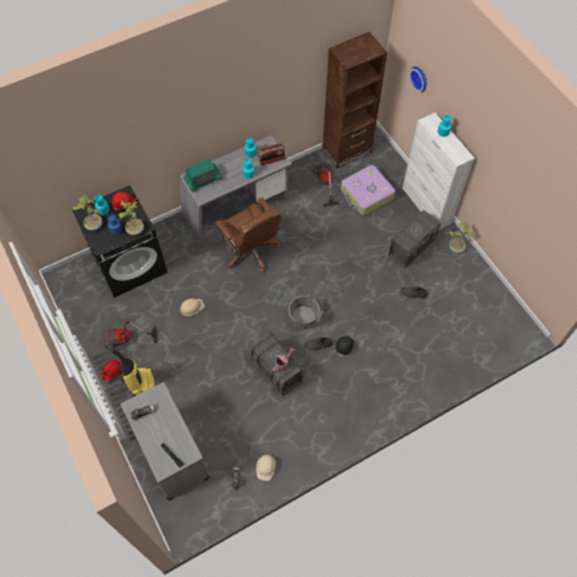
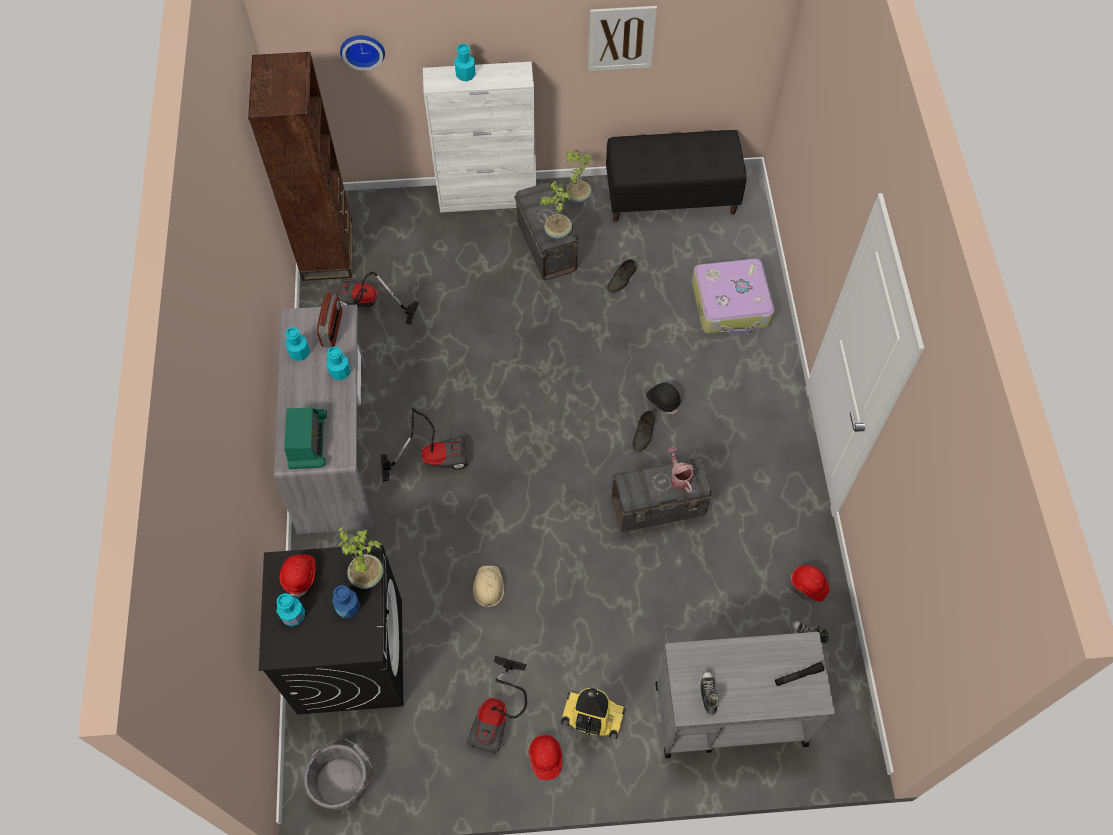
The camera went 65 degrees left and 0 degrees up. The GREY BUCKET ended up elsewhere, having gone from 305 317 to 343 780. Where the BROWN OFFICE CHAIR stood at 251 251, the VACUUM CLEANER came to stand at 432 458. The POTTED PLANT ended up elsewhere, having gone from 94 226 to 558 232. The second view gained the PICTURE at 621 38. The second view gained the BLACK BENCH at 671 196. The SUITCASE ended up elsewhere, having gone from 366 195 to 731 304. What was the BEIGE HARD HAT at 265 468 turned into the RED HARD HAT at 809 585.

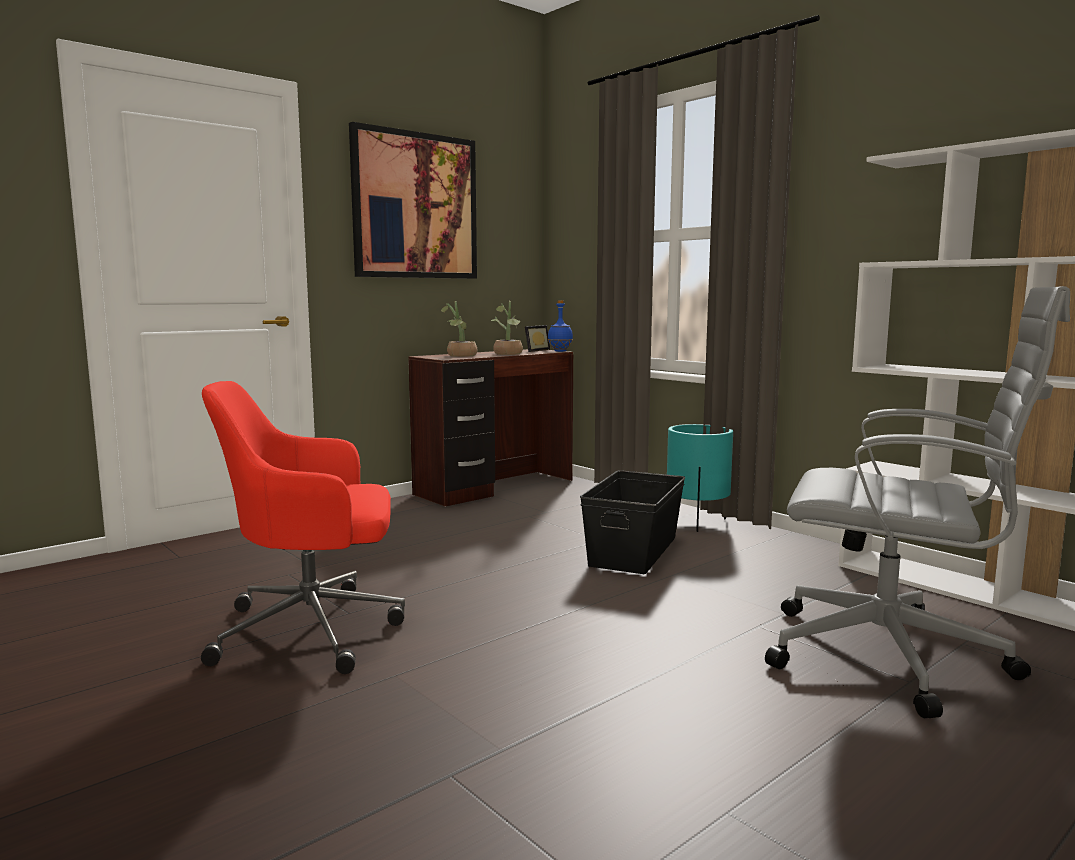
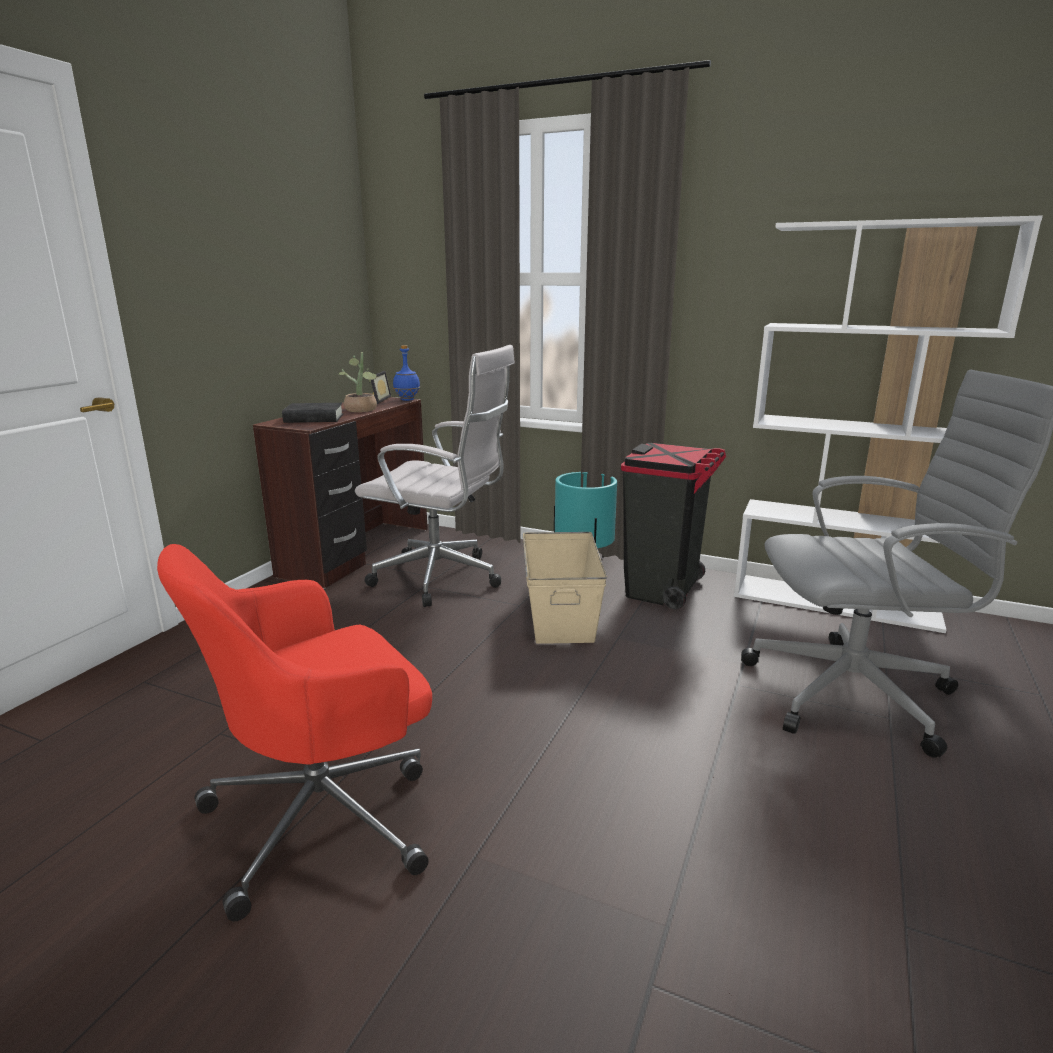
The camera went 25 degrees left and 10 degrees up. Where the POTTED PLANT stood at 459 355, the BLACK BOOK came to stand at 314 418. The second view gained the WHITE OFFICE CHAIR at 443 579. What was the BLACK STORAGE BOX at 634 551 turned into the BEIGE STORAGE BOX at 561 613. The second view gained the BLACK TRASH CAN at 663 589. The second view lost the PICTURE at 415 206.

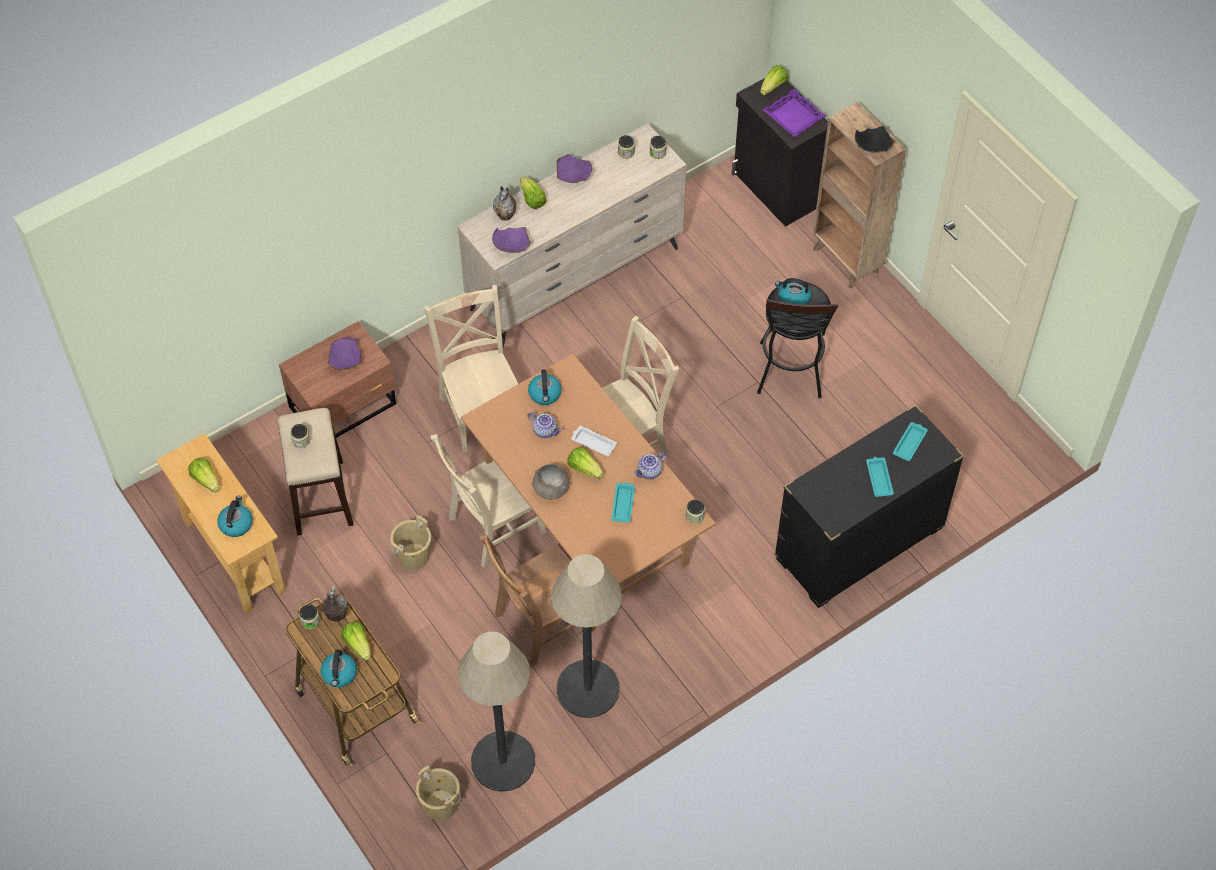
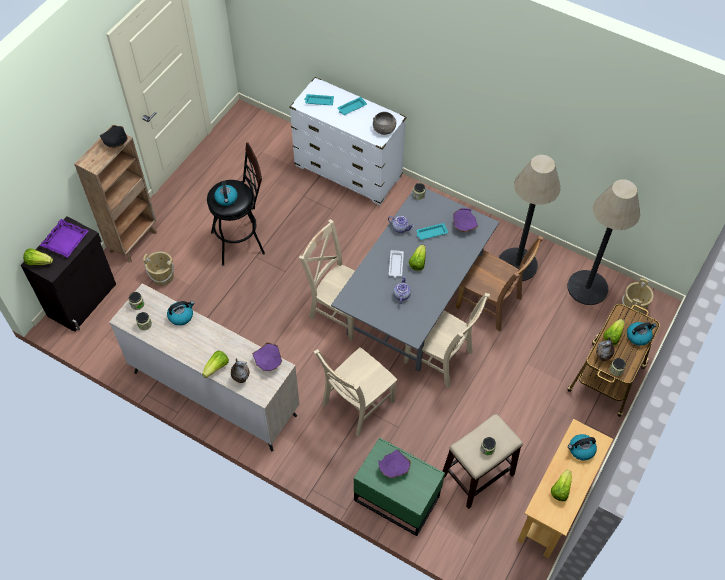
The camera went 115 degrees left and 0 degrees up. The BEIGE BUCKET ended up elsewhere, having gone from 413 556 to 163 276. The KETTLE ended up elsewhere, having gone from 545 394 to 181 316. What was the BLACK DRESSER at 859 544 turned into the WHITE DRESSER at 348 171. What was the BROWN DINING TABLE at 589 530 turned into the GREY DINING TABLE at 413 305. What was the BROWN NIGHTSTAND at 345 406 turned into the GREEN NIGHTSTAND at 396 496. The GREY BOWL ended up elsewhere, having gone from 551 489 to 384 129. The PURPLE BOWL ended up elsewhere, having gone from 573 176 to 463 225.

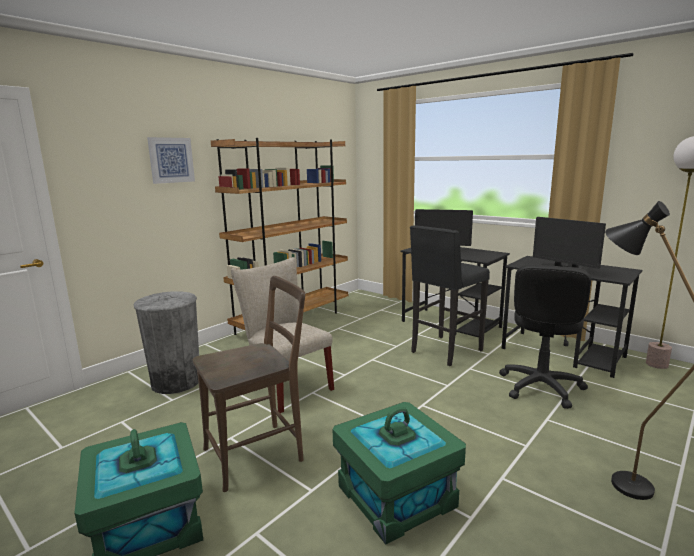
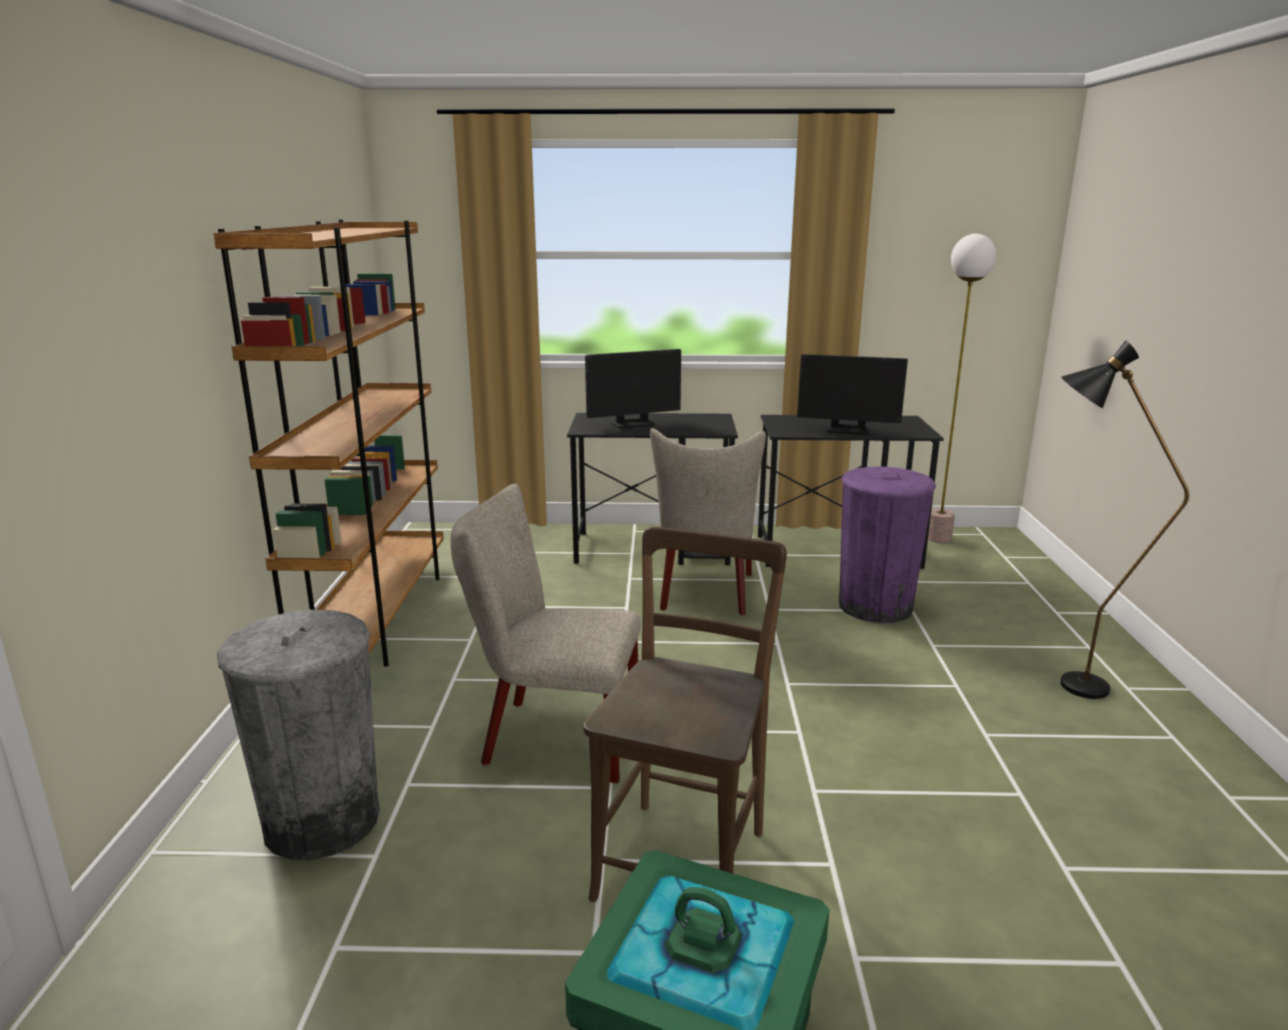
The camera went 40 degrees left and 5 degrees up. Where the BLACK STOOL stood at 445 351, the BEIGE CHAIR came to stand at 705 594. Where the BLACK OFFICE CHAIR stood at 540 387, the PURPLE TRASH CAN came to stand at 875 606. The second view lost the PICTURE at 171 160. The second view lost the GREEN STORAGE BOX at 396 496.

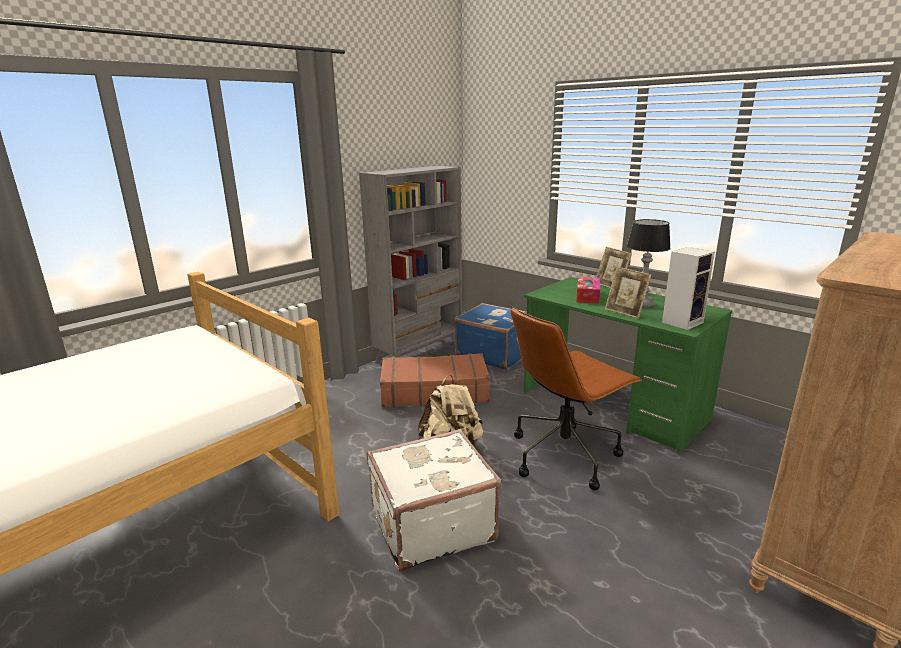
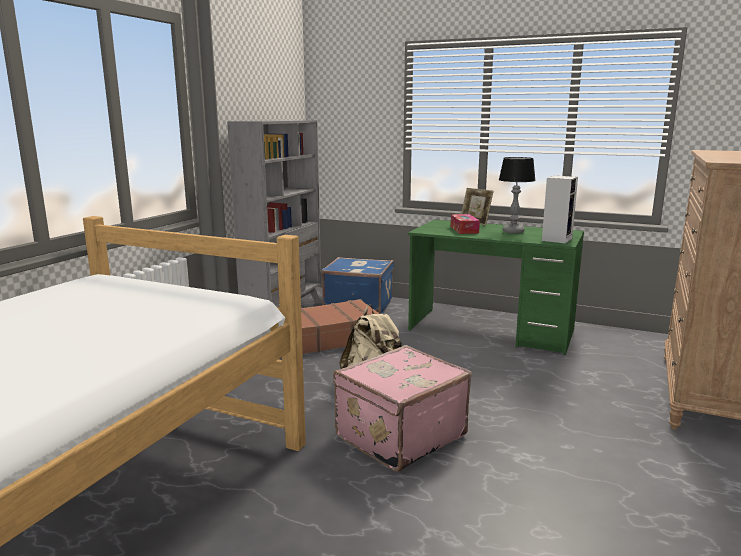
The camera went 20 degrees left and 5 degrees down. What was the WHITE SUITCASE at 431 524 turned into the PINK SUITCASE at 398 435. The second view lost the BROWN OFFICE CHAIR at 565 454. The second view lost the PICTURE FRAME at 625 312.

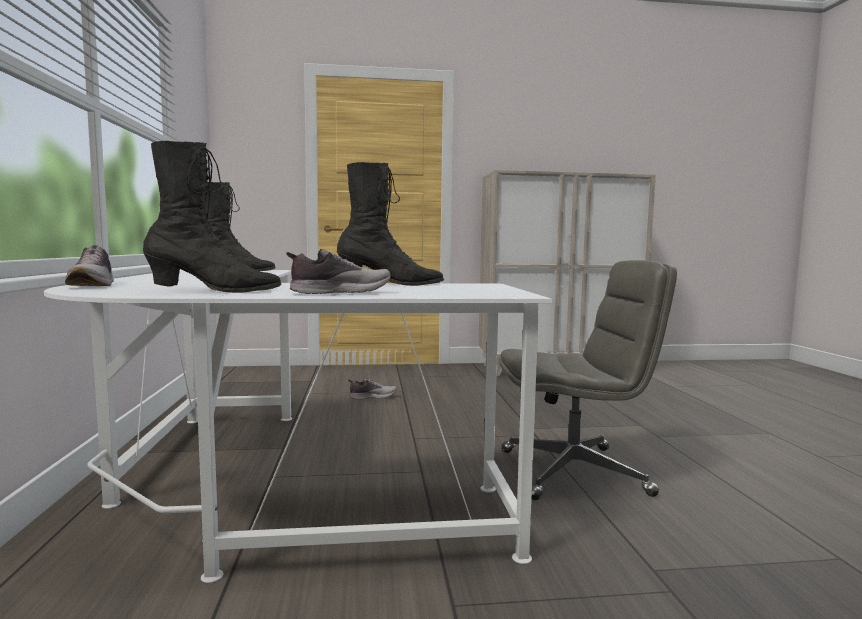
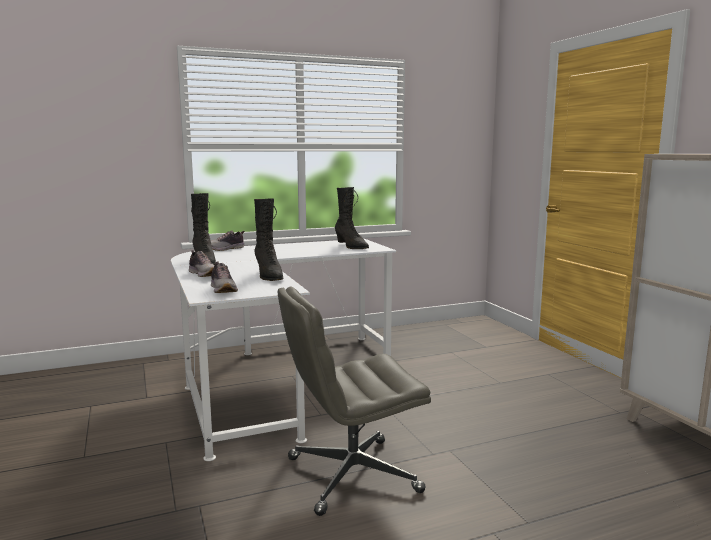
The camera went 75 degrees right and 5 degrees up. The SHOE ended up elsewhere, having gone from 372 397 to 223 289. The GREY OFFICE CHAIR at 574 472 ended up facing another way, 90 degrees clockwise from before.

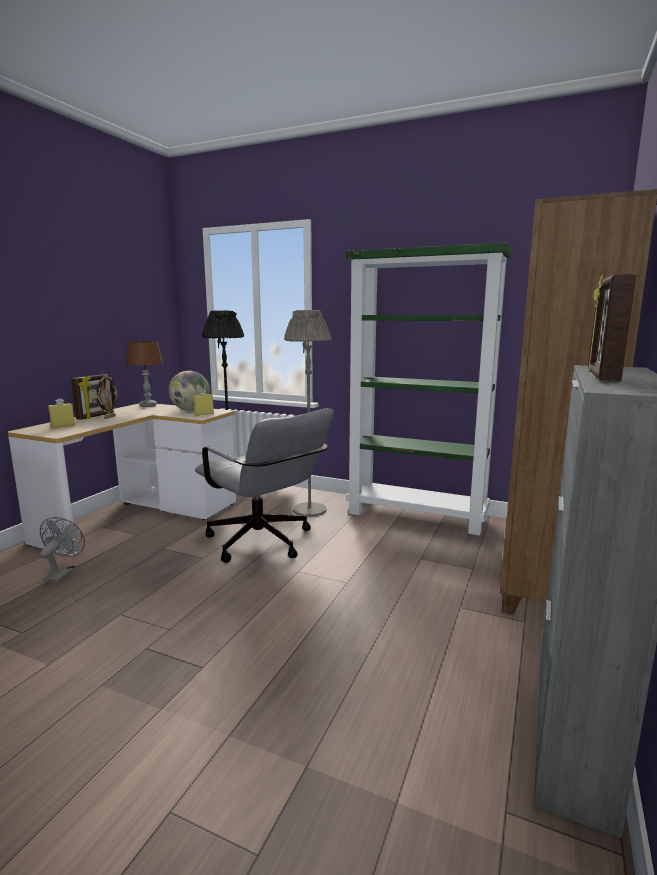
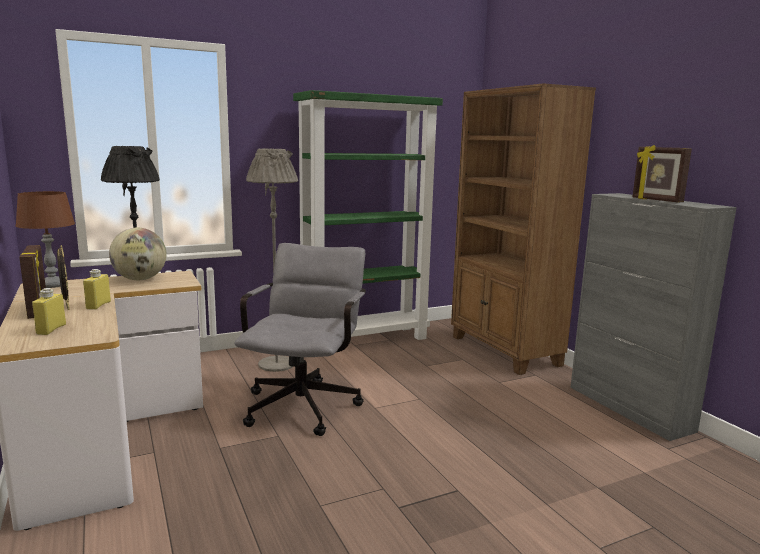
The camera went 50 degrees left and 0 degrees up. The YELLOW BOTTLE ended up elsewhere, having gone from 204 414 to 98 305. The GREY OFFICE CHAIR at 265 544 ended up facing another way, 75 degrees counterclockwise from before. The second view lost the GREY FAN at 62 573.

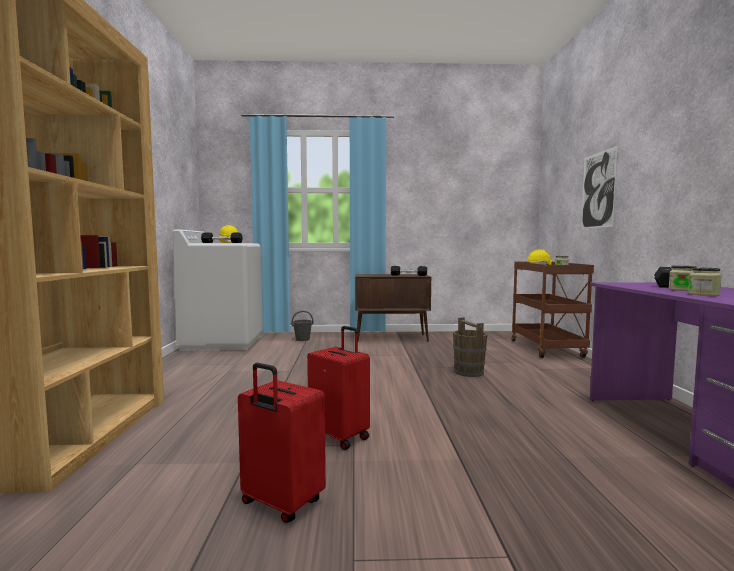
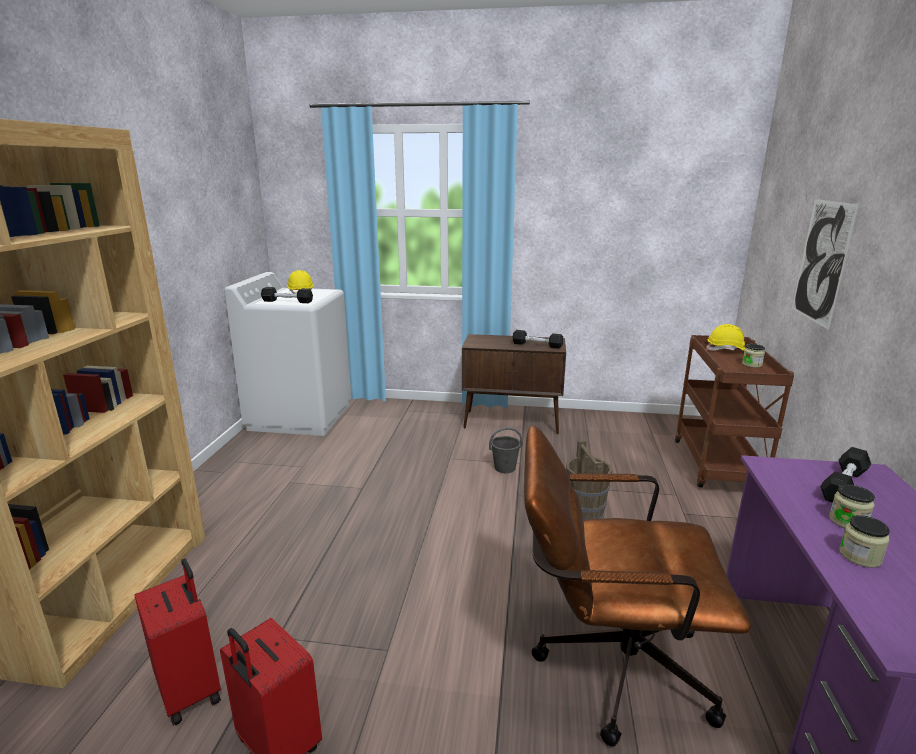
The camera went 10 degrees right and 15 degrees up. The RED SUITCASE ended up elsewhere, having gone from 340 436 to 191 690. The GREY BUCKET ended up elsewhere, having gone from 303 339 to 505 468. The second view gained the BROWN OFFICE CHAIR at 608 664.

